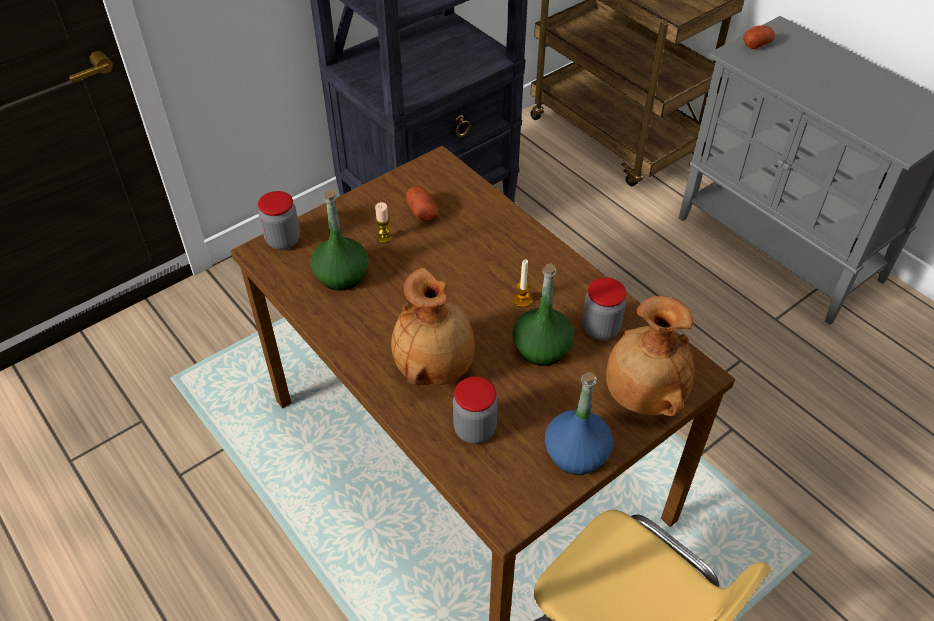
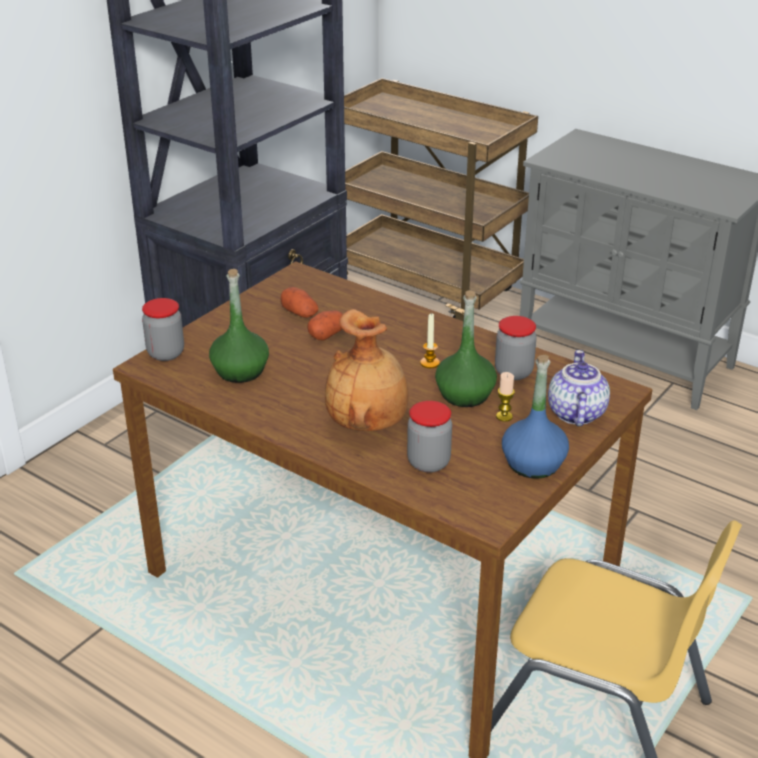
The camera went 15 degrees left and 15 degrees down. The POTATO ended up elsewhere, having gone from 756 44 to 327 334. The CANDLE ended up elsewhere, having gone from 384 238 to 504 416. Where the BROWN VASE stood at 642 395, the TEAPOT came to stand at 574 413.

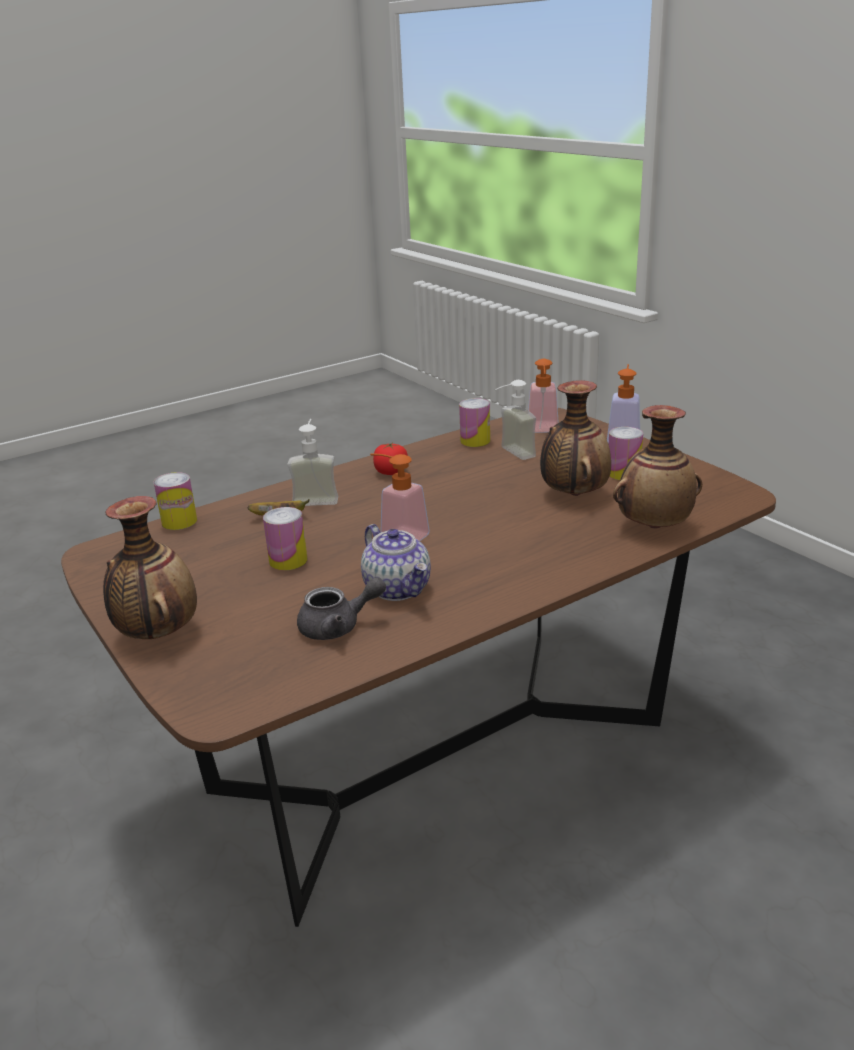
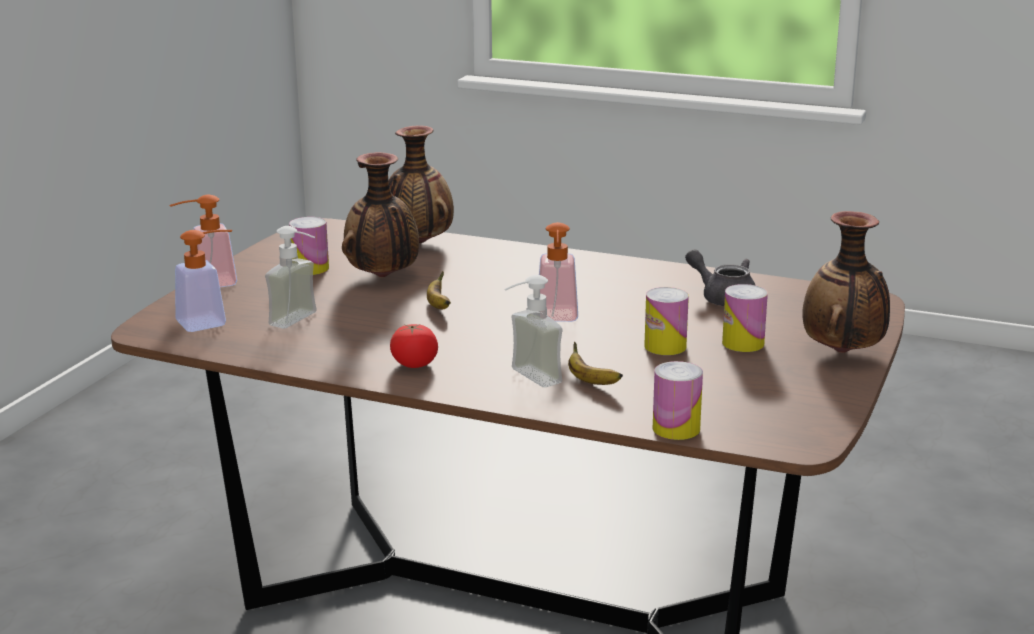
The camera went 125 degrees left and 5 degrees down. The second view gained the BANANA at 438 305. The CAN ended up elsewhere, having gone from 475 441 to 743 343. The second view lost the TEAPOT at 398 589.

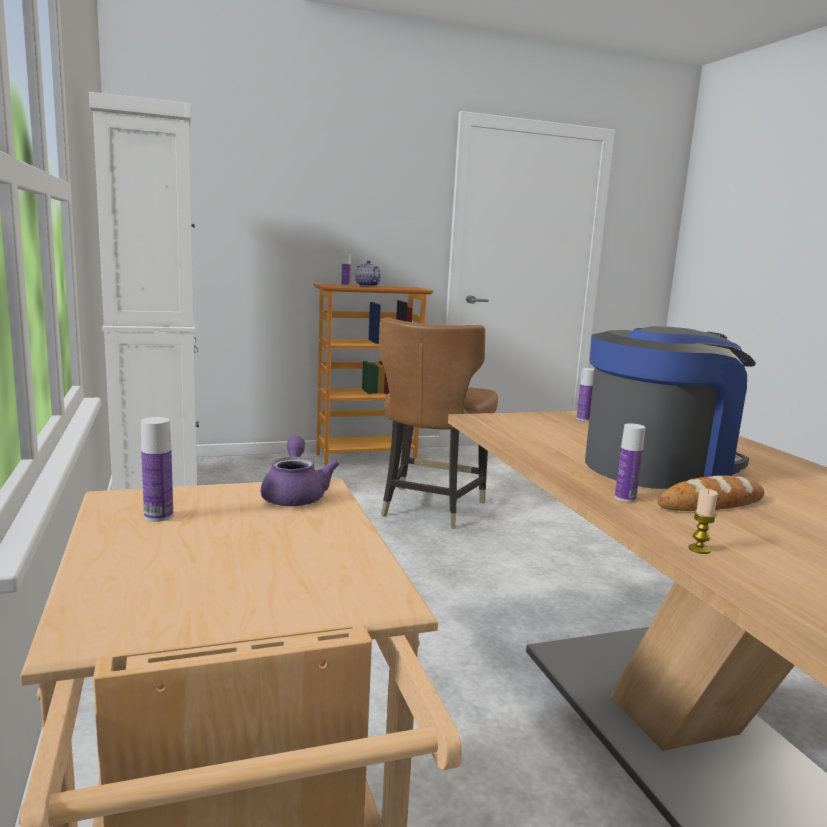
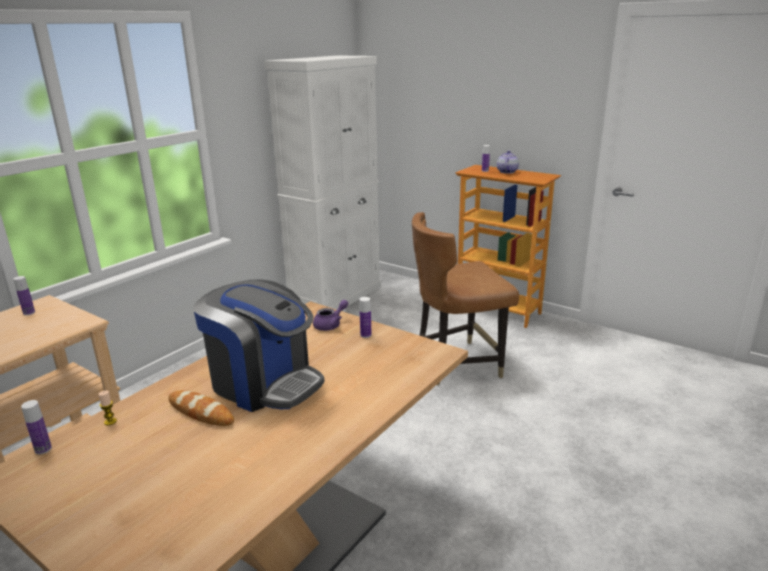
The camera went 55 degrees right and 10 degrees up. The BOTTLE ended up elsewhere, having gone from 625 498 to 43 449. The PURPLE TEAPOT ended up elsewhere, having gone from 295 495 to 331 325.

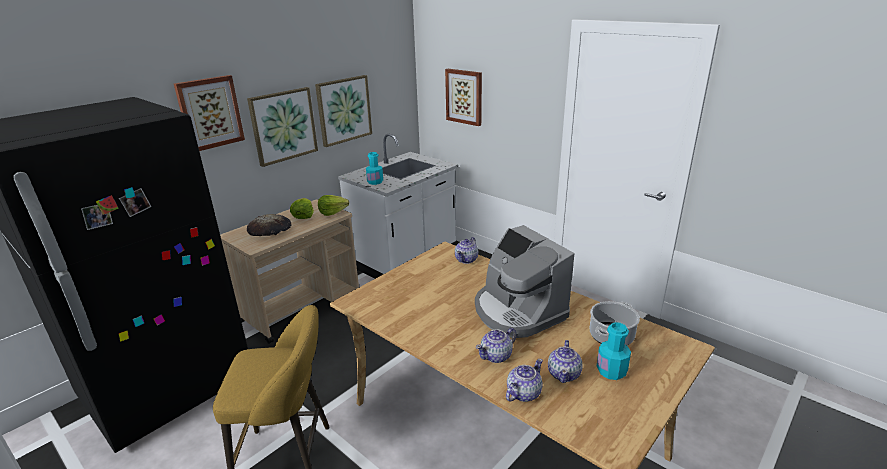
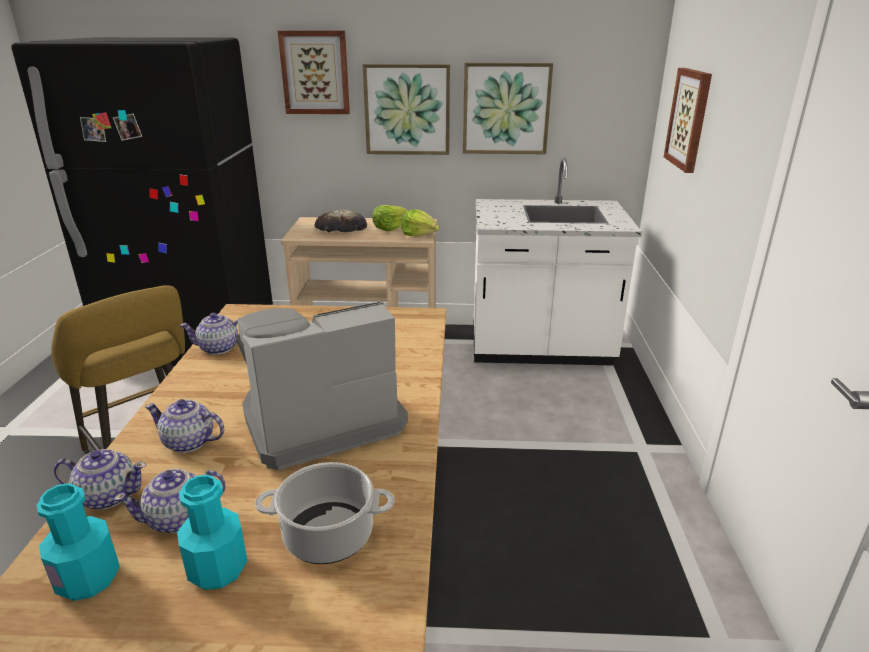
The camera went 50 degrees right and 0 degrees up. The TURQUOISE BOTTLE ended up elsewhere, having gone from 375 182 to 88 579. The TEAPOT ended up elsewhere, having gone from 466 259 to 219 348. The COFFEE MACHINE at 517 311 ended up facing another way, 45 degrees clockwise from before.

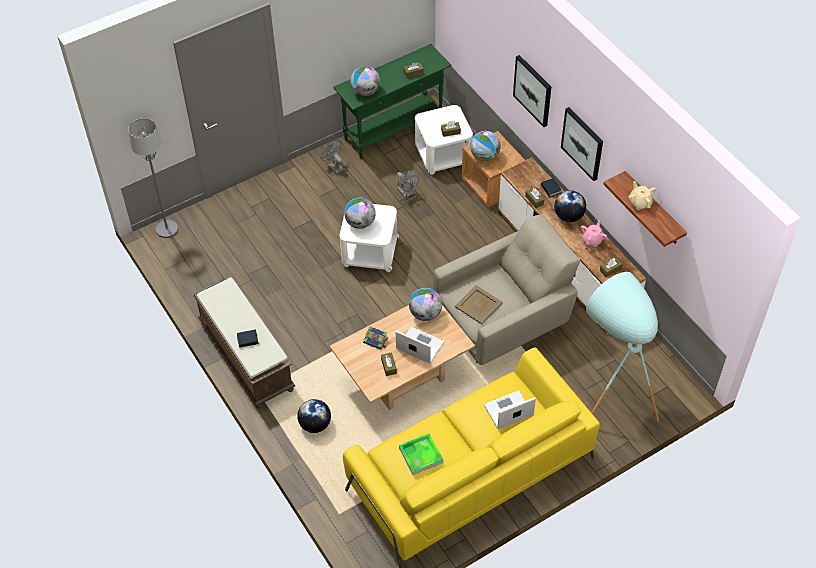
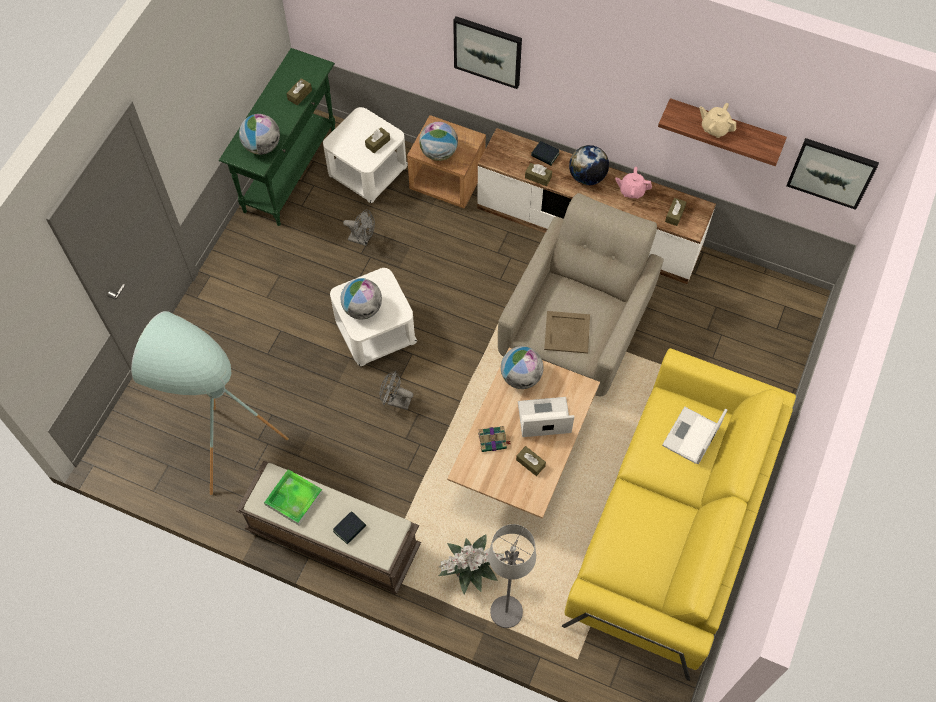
The camera went 35 degrees left and 10 degrees up. The TURQUOISE FLOOR LAMP ended up elsewhere, having gone from 611 395 to 222 439. The TRAY ended up elsewhere, having gone from 421 455 to 294 498. The GREY FAN ended up elsewhere, having gone from 333 166 to 395 401. Where the GLOBE stood at 315 424, the POTTED PLANT came to stand at 472 572. The GREY FLOOR LAMP ended up elsewhere, having gone from 167 229 to 506 612. The PINK TEAPOT at 592 240 ended up facing another way, 75 degrees counterclockwise from before. The PICTURE ended up elsewhere, having gone from 583 143 to 831 172.

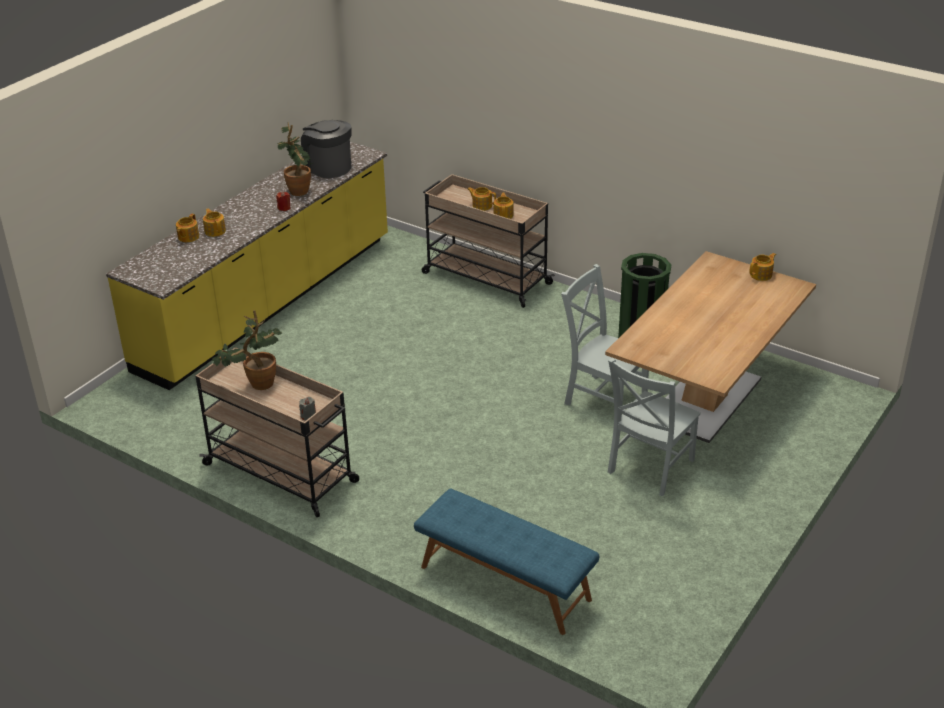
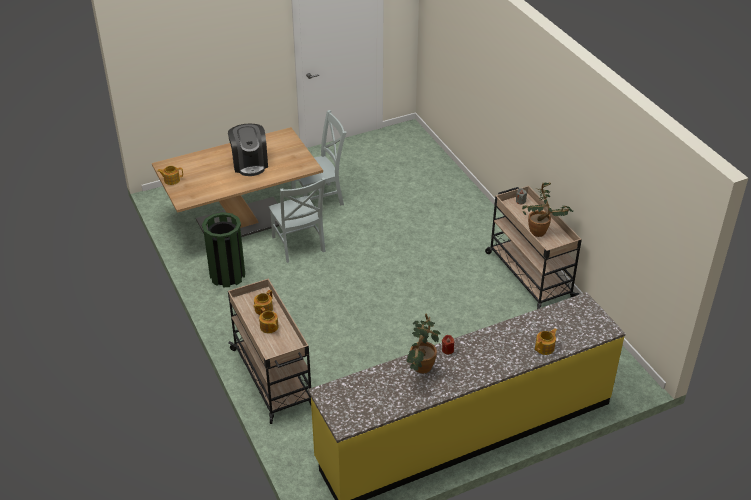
The camera went 150 degrees left and 5 degrees up. The COFFEE MACHINE ended up elsewhere, having gone from 328 167 to 250 163. The second view lost the TEAPOT at 215 231. The second view lost the BLUE BENCH at 504 583.

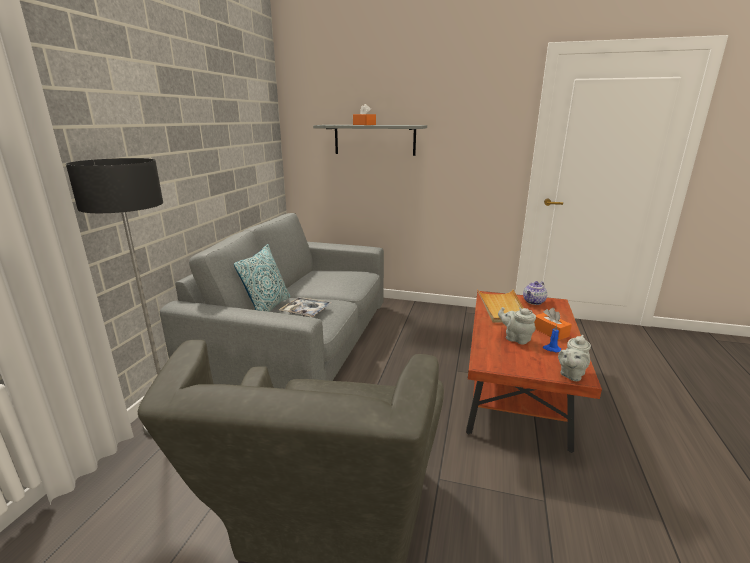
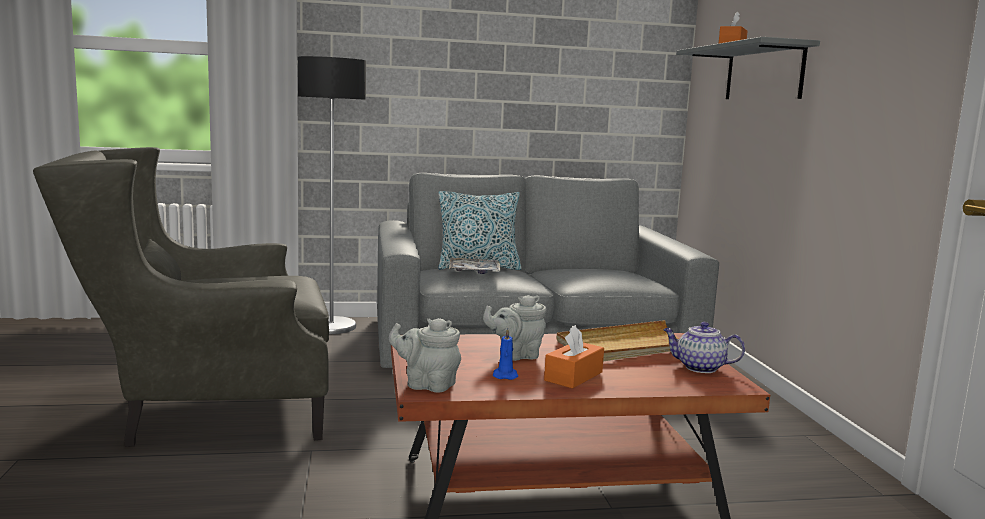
The camera went 65 degrees right and 10 degrees down. The GREY TEAPOT at 516 338 ended up facing another way, 120 degrees counterclockwise from before.

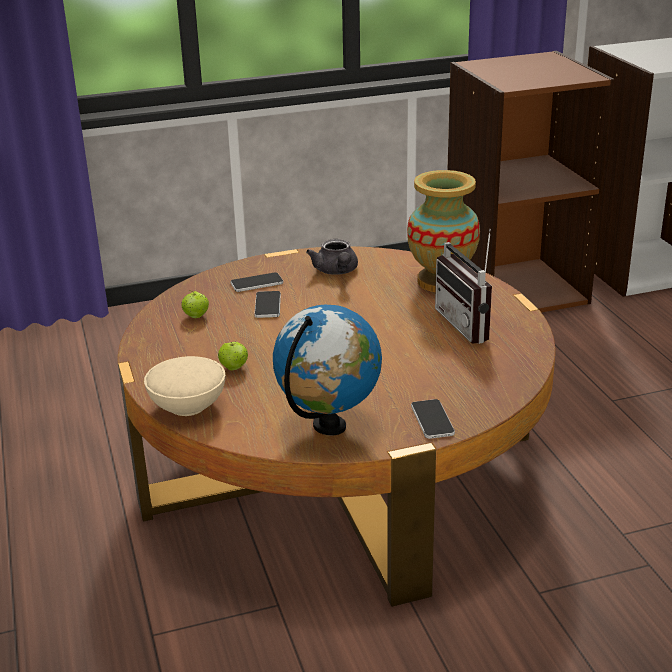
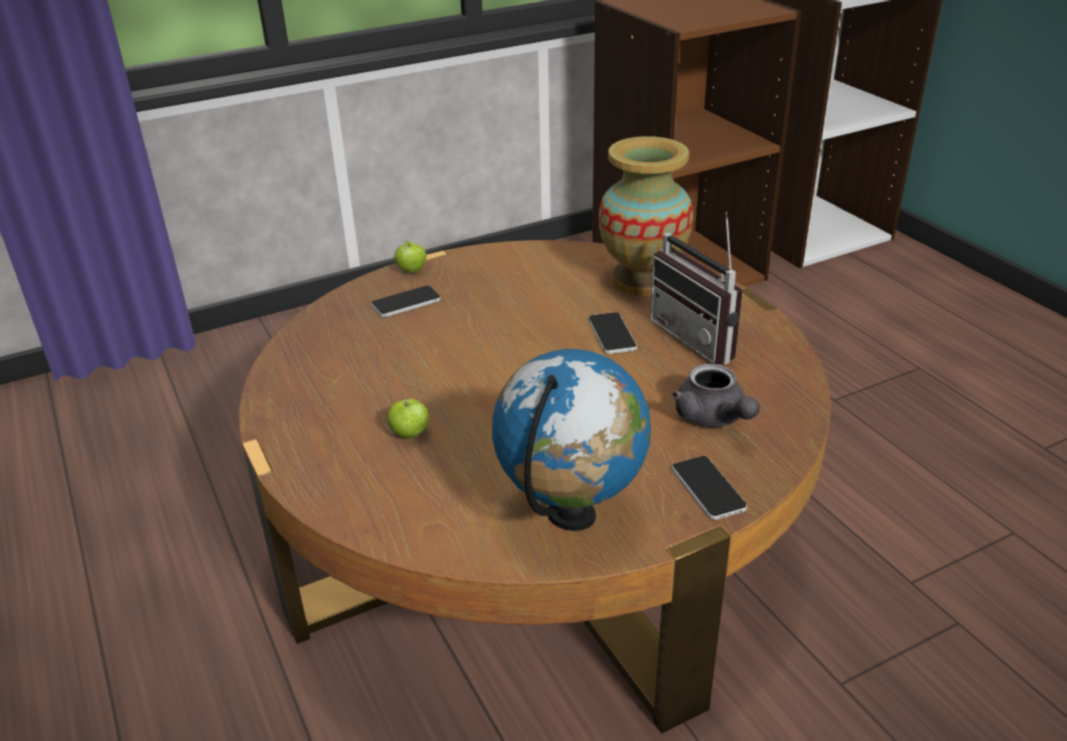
The camera went 10 degrees left and 5 degrees up. The APPLE ended up elsewhere, having gone from 196 316 to 412 271. The PHONE ended up elsewhere, having gone from 267 305 to 611 334. The GREY TEAPOT ended up elsewhere, having gone from 336 271 to 713 418. The second view lost the BEIGE BOWL at 187 405.

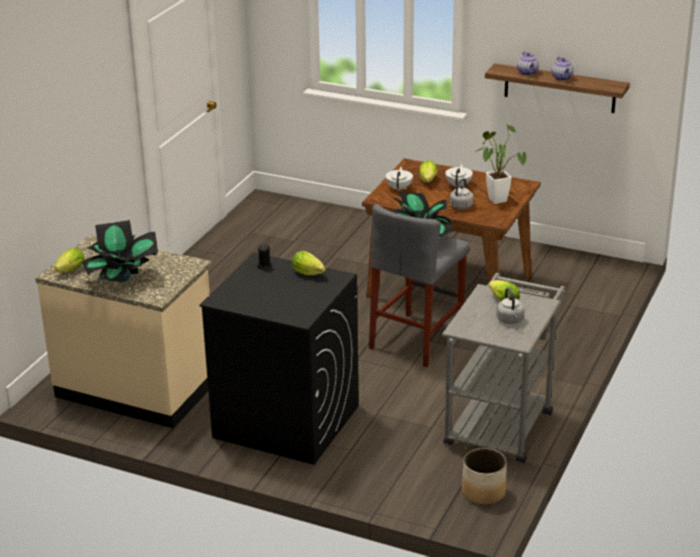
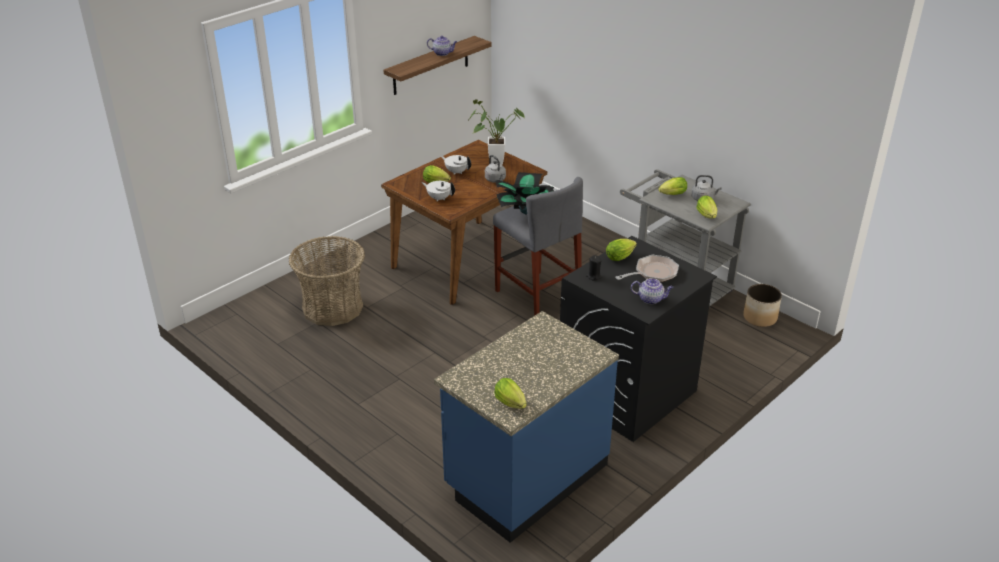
The camera went 70 degrees left and 5 degrees up. The second view gained the BASKET at 332 307. What was the BEIGE COUNTER at 137 388 turned into the BLUE COUNTER at 525 477. The second view gained the FRYING PAN at 653 273. The TEAPOT ended up elsewhere, having gone from 528 73 to 651 299. The second view gained the LETTUCE at 707 216. The second view lost the POTTED PLANT at 122 278.

